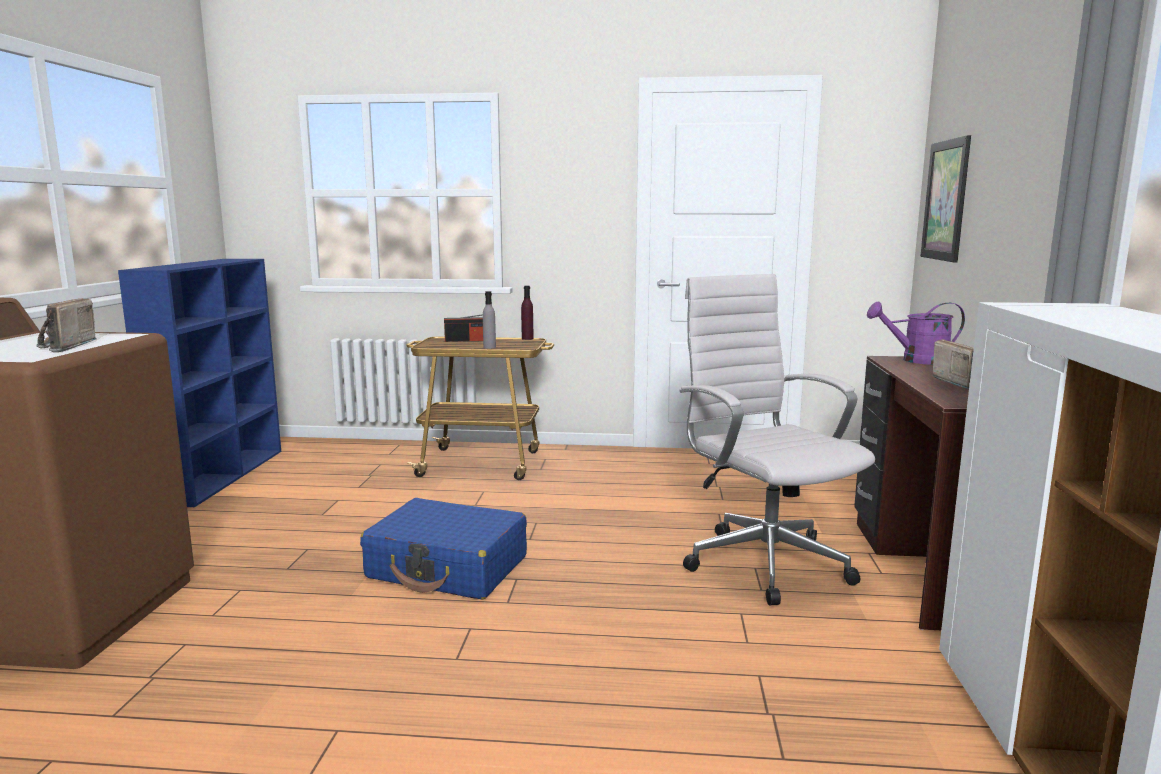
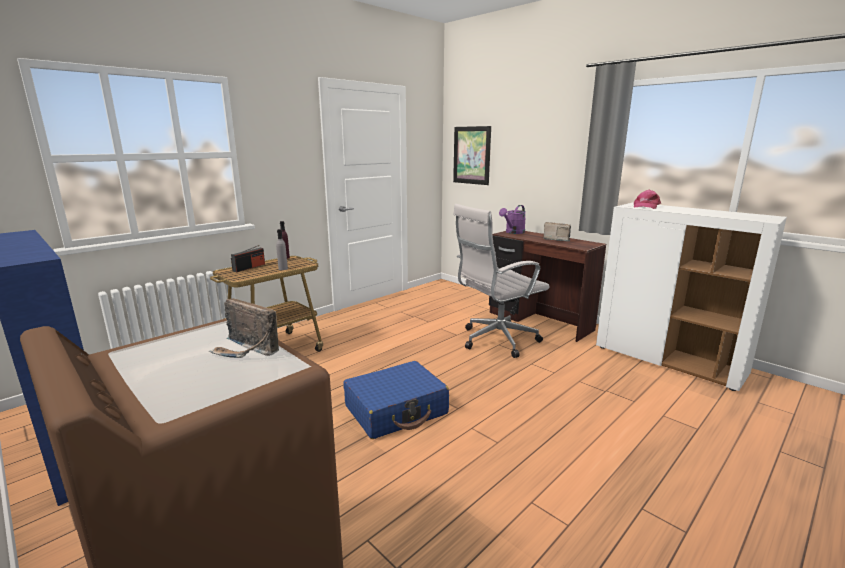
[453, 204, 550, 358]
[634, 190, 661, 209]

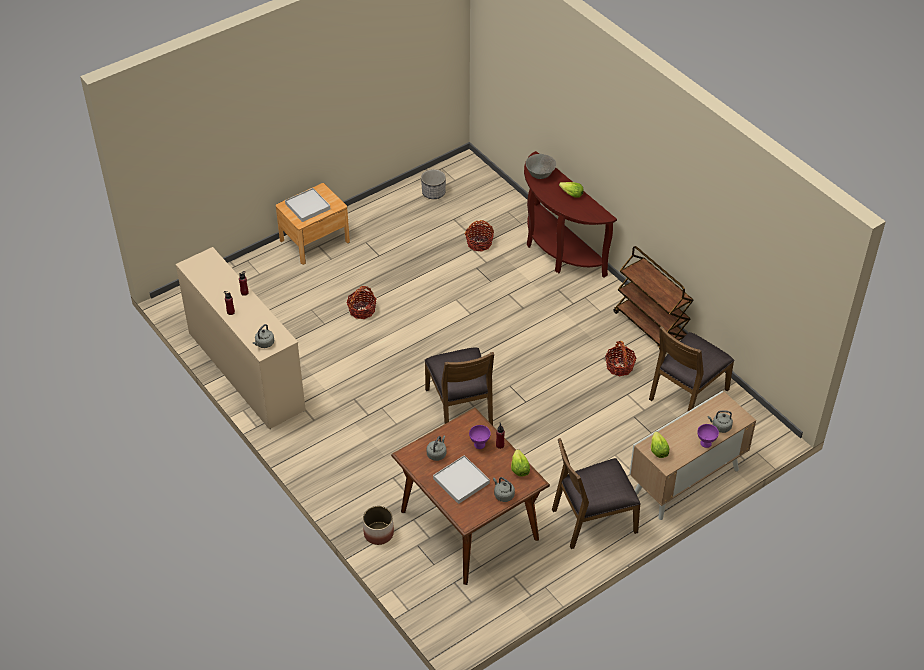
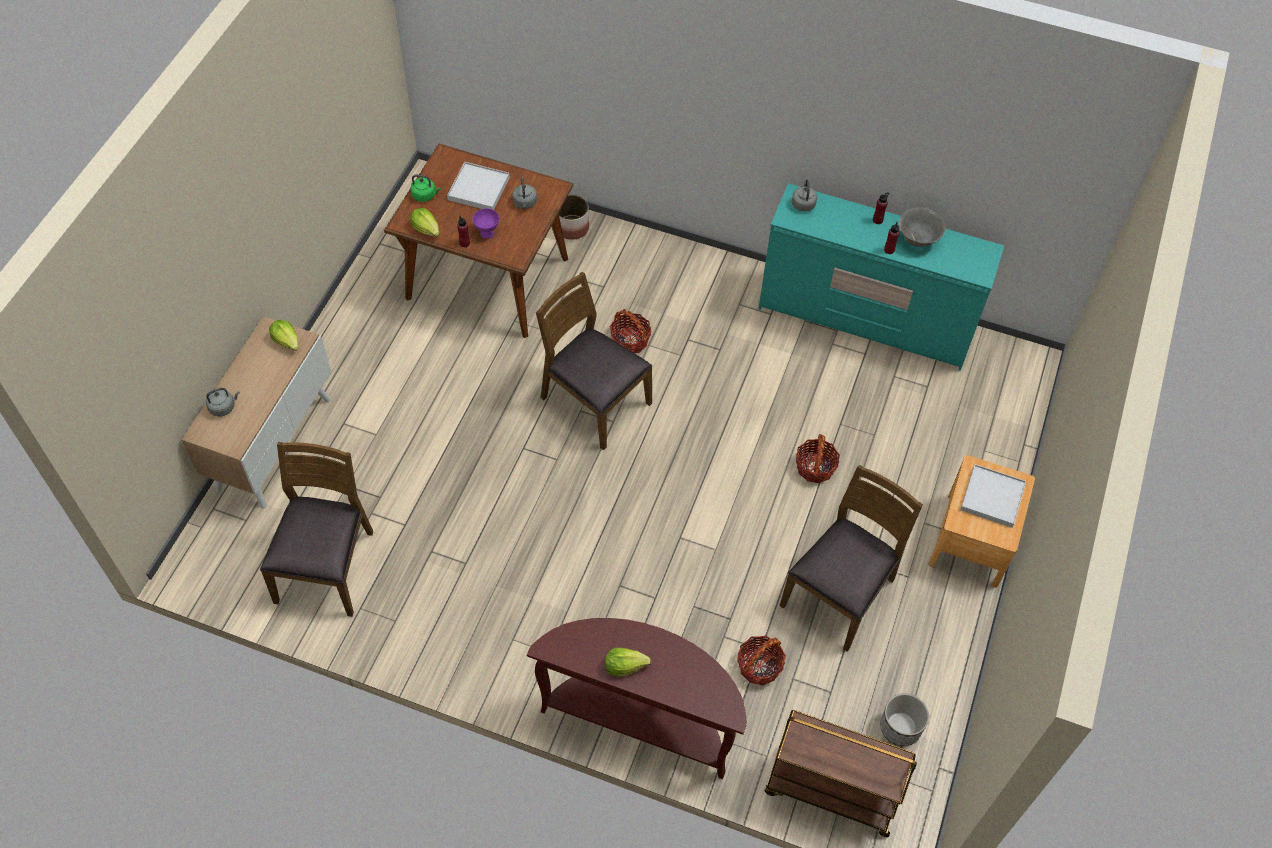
[899, 207, 945, 247]
[765, 710, 917, 837]
[758, 184, 1004, 371]
[610, 309, 652, 353]
[697, 424, 719, 448] (first image)
[780, 465, 923, 652]
[410, 175, 441, 202]

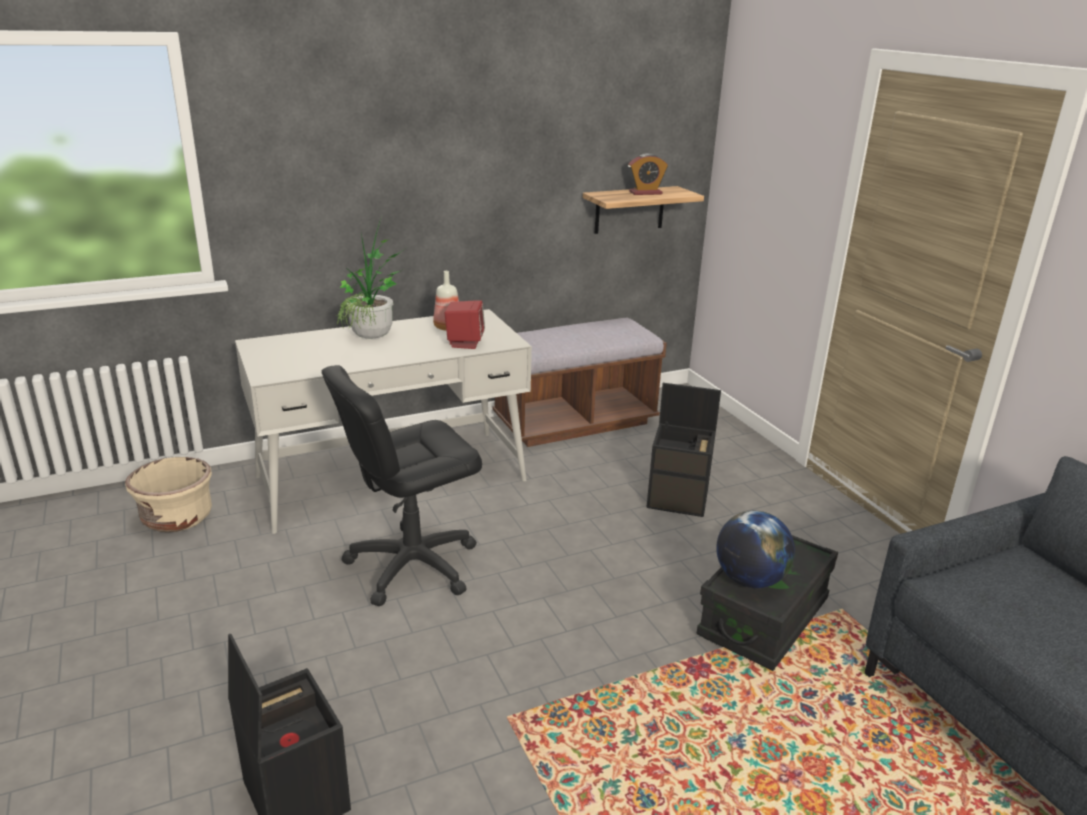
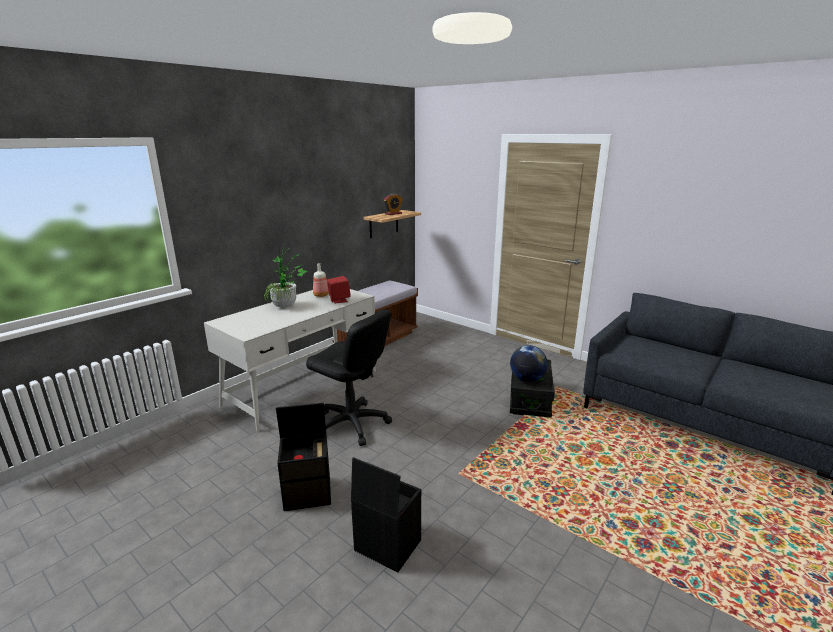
[306, 309, 392, 446]
[276, 403, 331, 511]
[125, 457, 212, 532] (first image)

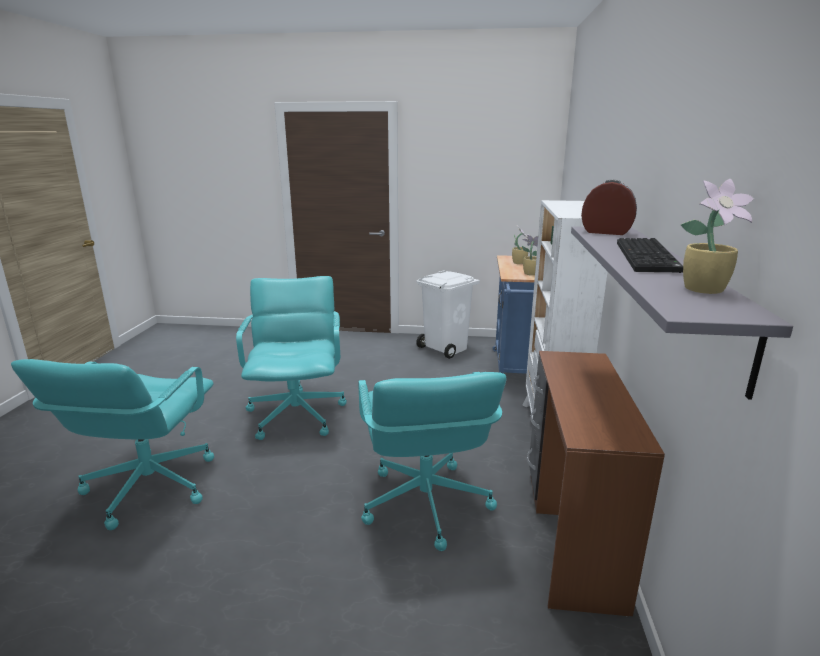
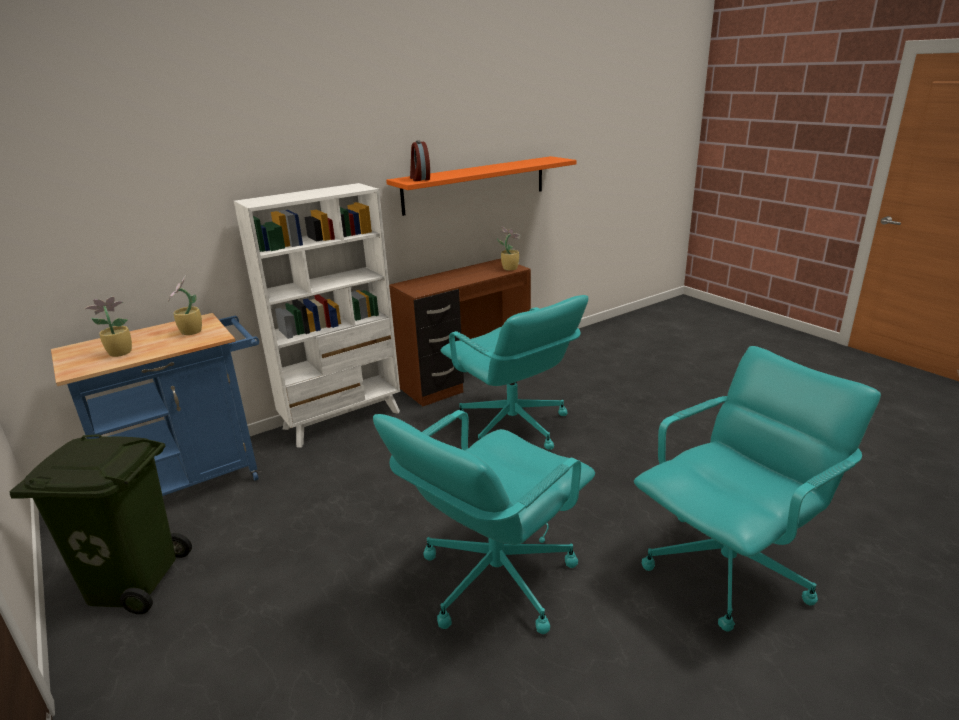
[497, 227, 520, 271]
[386, 156, 577, 216]
[617, 238, 683, 273] (first image)
[9, 434, 192, 614]
[441, 295, 588, 450]

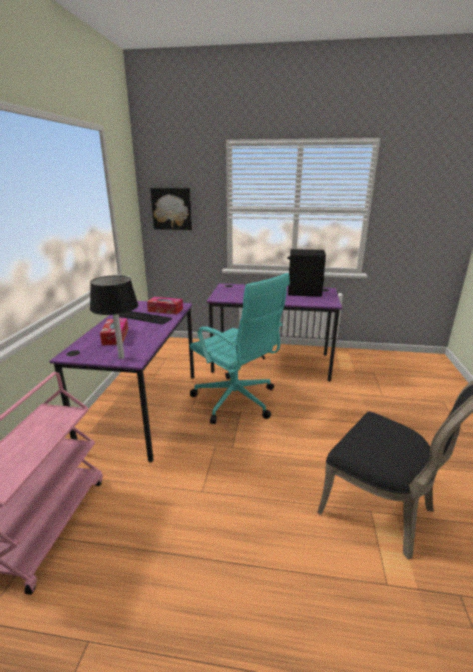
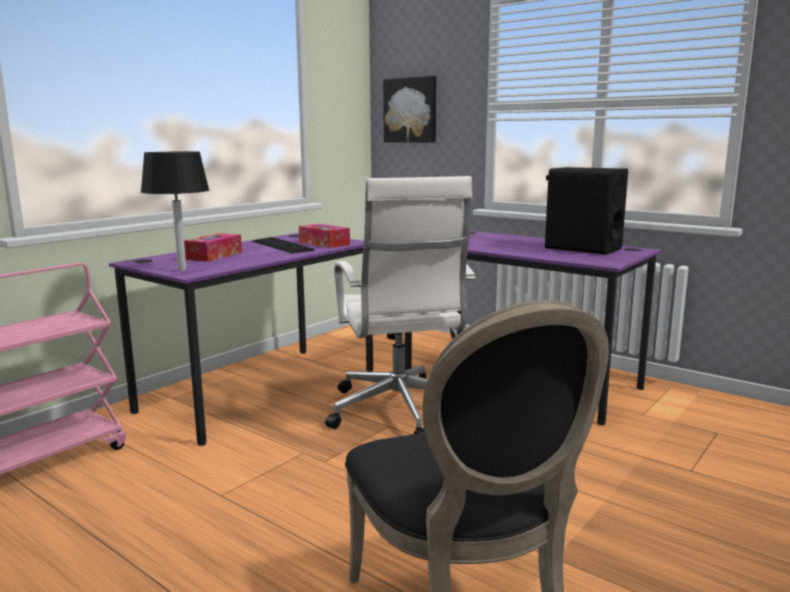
[325, 176, 475, 434]

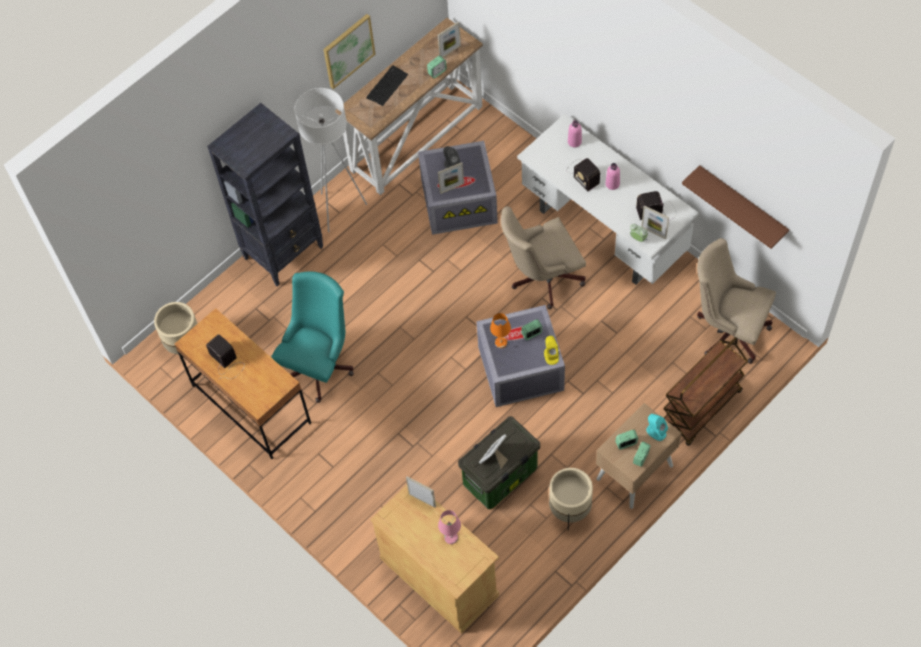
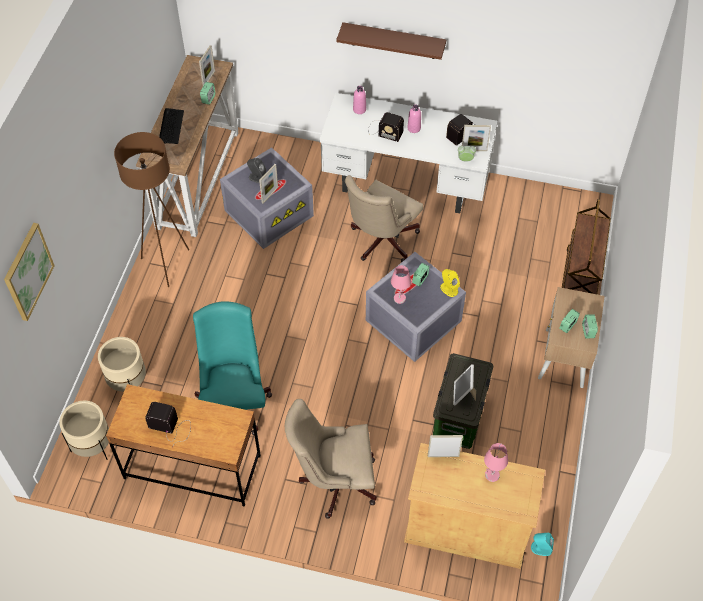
[4, 223, 55, 321]
[114, 132, 189, 287]
[207, 103, 324, 287] (first image)
[336, 22, 446, 60]
[285, 399, 377, 519]
[391, 265, 411, 304]
[531, 533, 554, 556]
[98, 337, 146, 391]

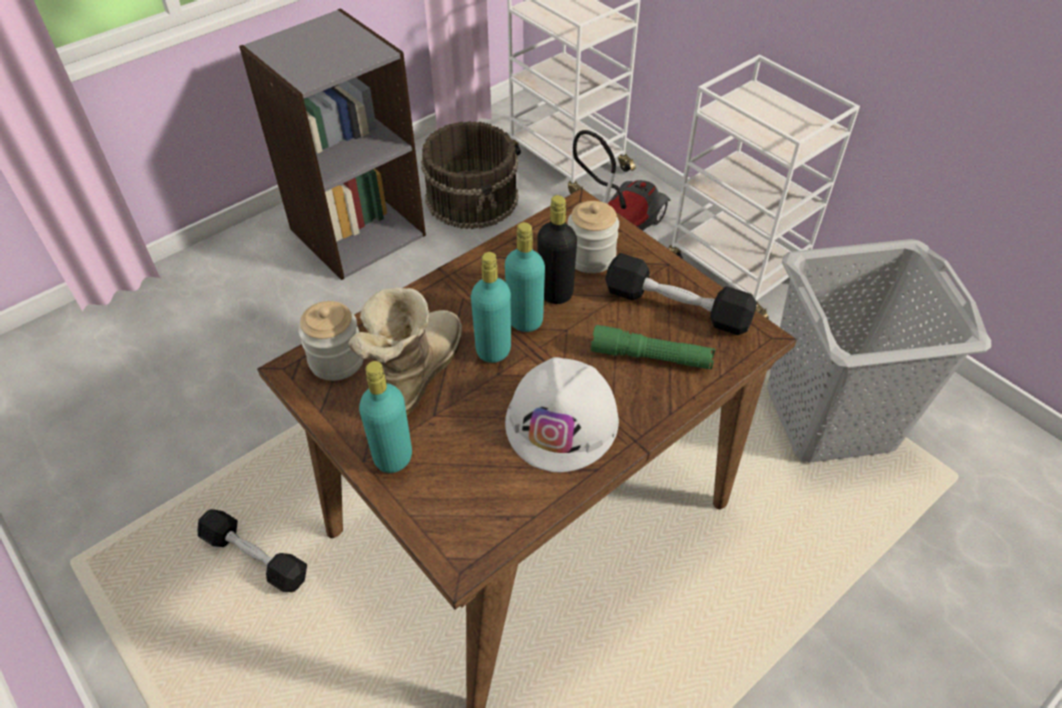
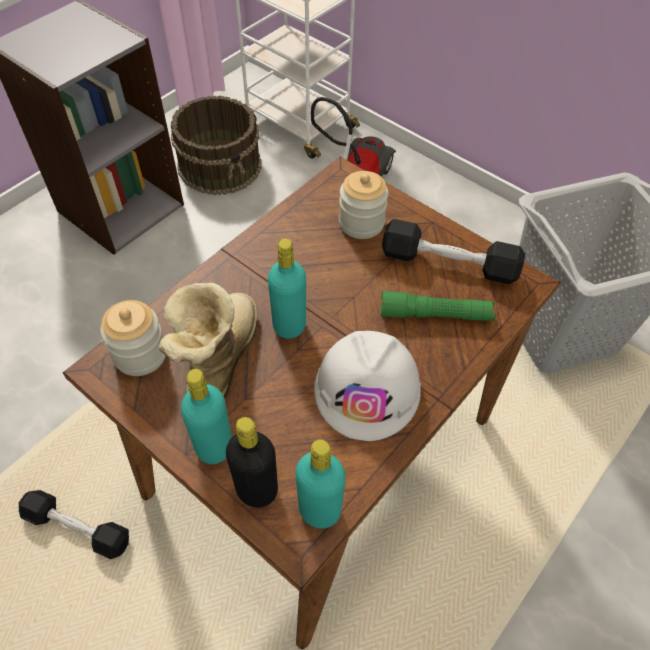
[668, 55, 860, 319] (first image)
[226, 417, 278, 508]
[295, 440, 346, 529]

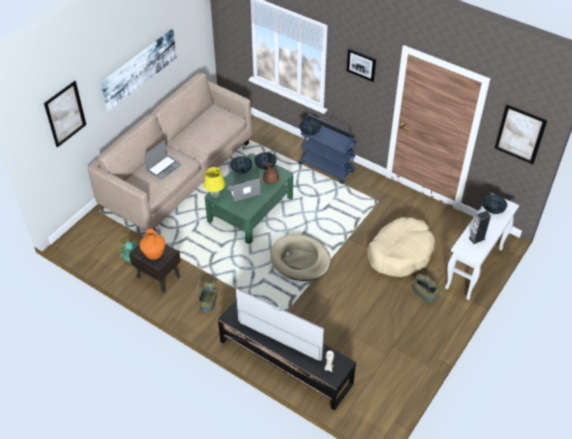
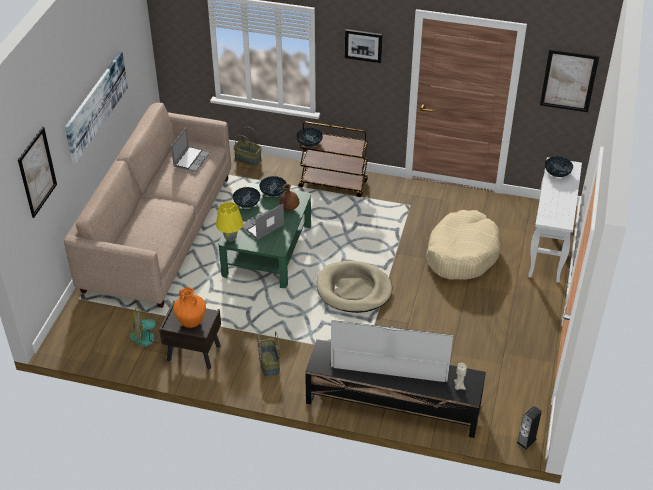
[298, 121, 368, 197]
[171, 127, 210, 172]
[517, 405, 542, 449]
[233, 127, 262, 166]

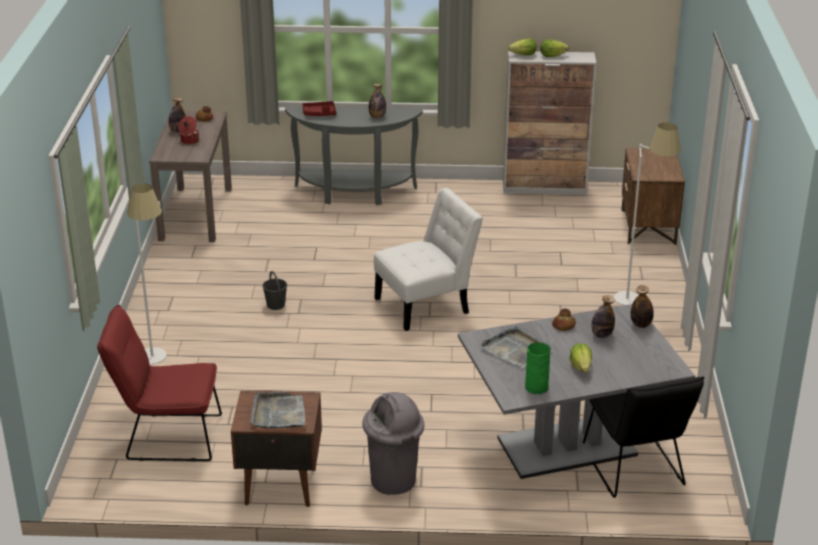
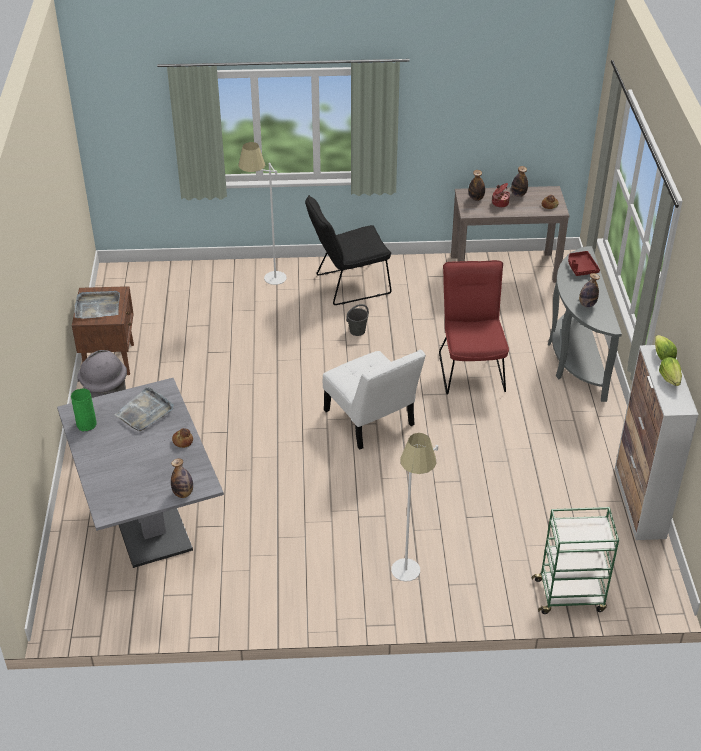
[532, 507, 619, 614]
[468, 170, 485, 201]
[439, 260, 509, 395]
[569, 343, 592, 373] (first image)
[305, 195, 392, 305]

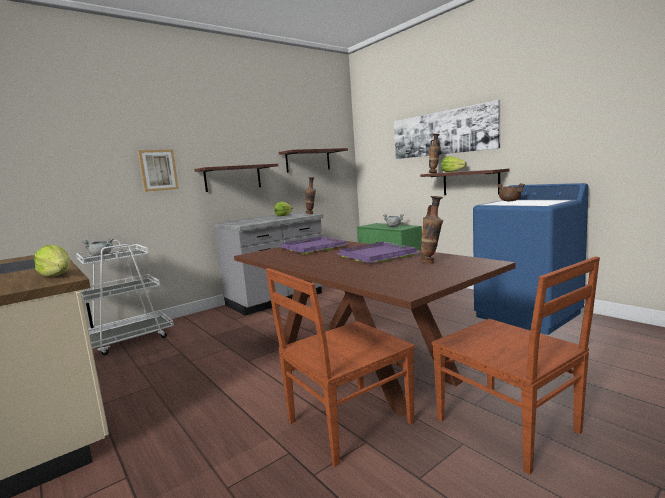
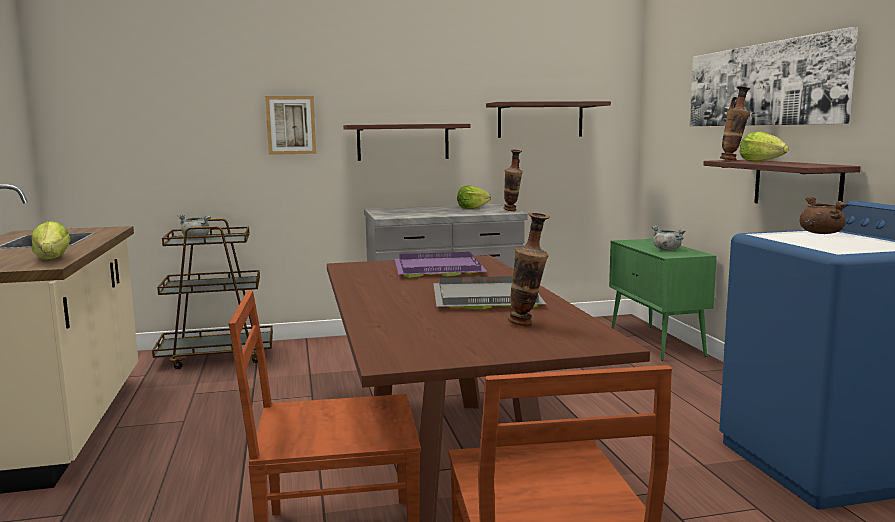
[152, 218, 273, 369]
[433, 276, 546, 309]

